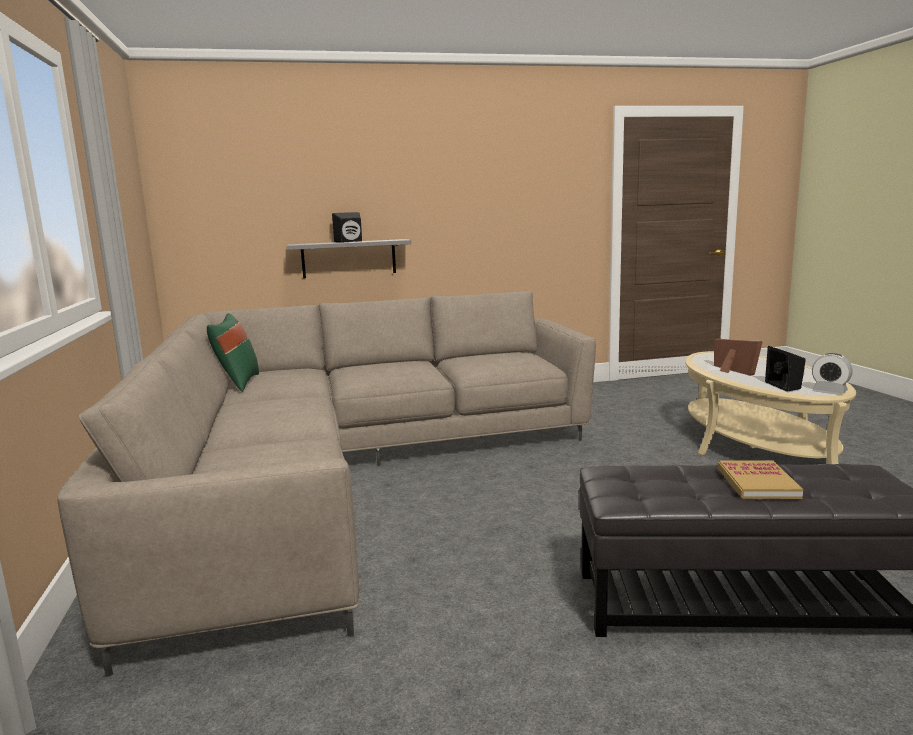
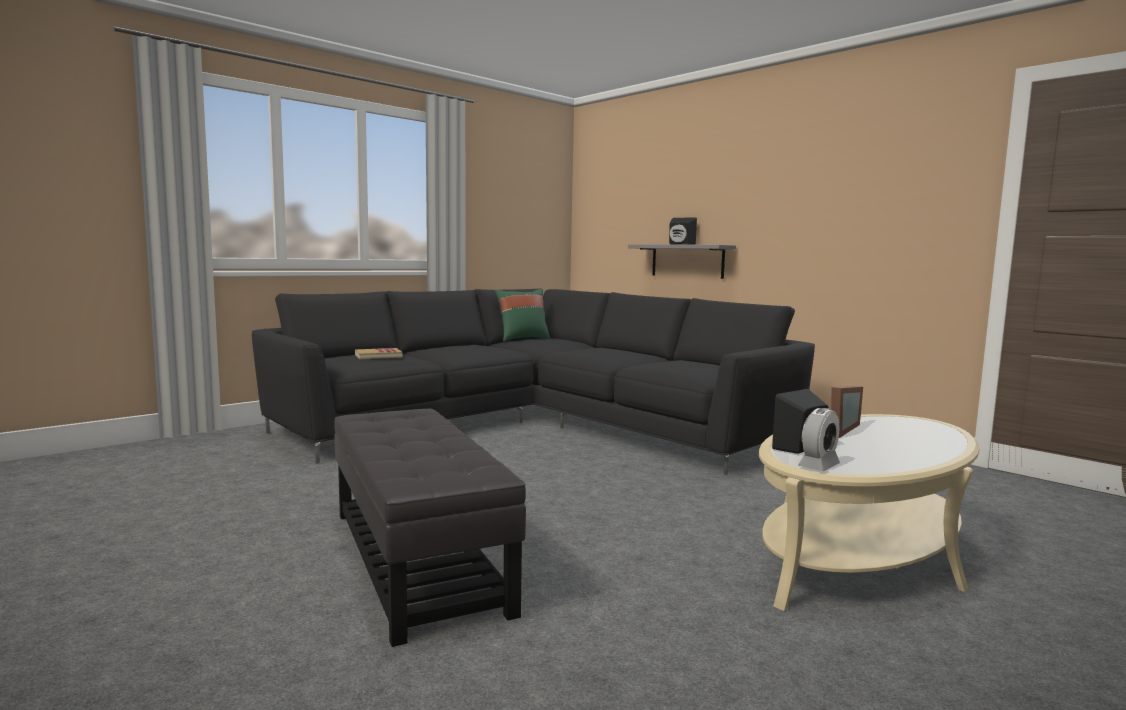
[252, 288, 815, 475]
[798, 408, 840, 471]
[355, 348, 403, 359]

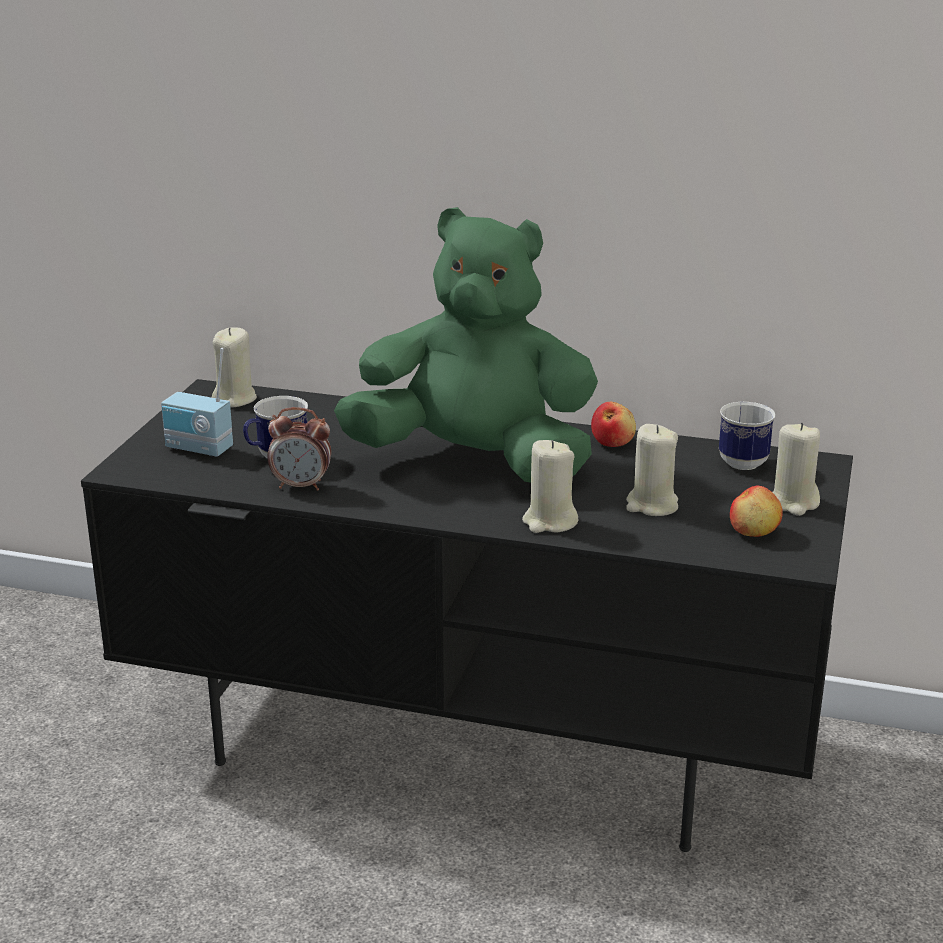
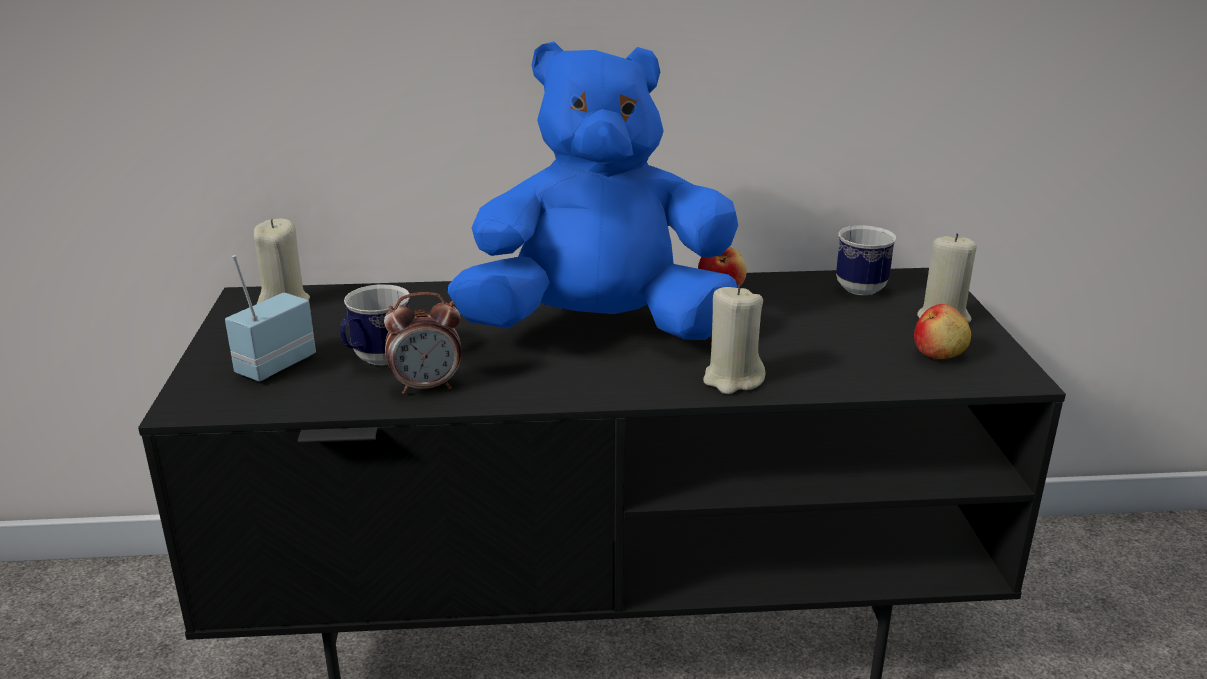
[448, 42, 738, 340]
[225, 255, 316, 382]
[626, 424, 678, 516] (first image)

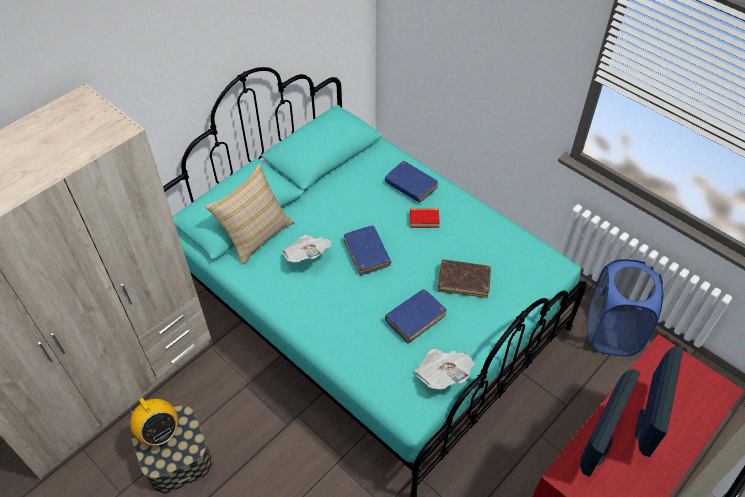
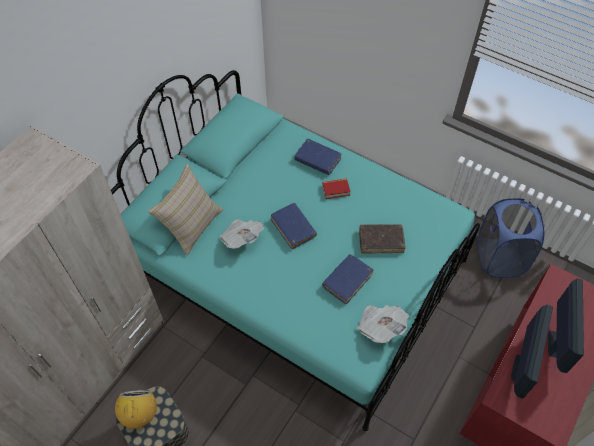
[115, 390, 157, 429]

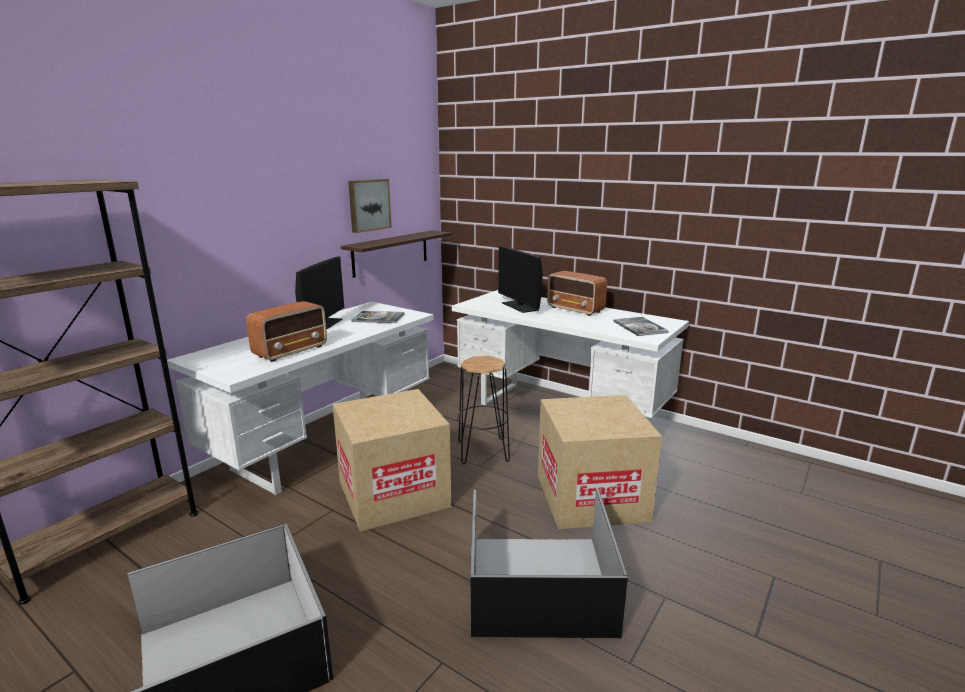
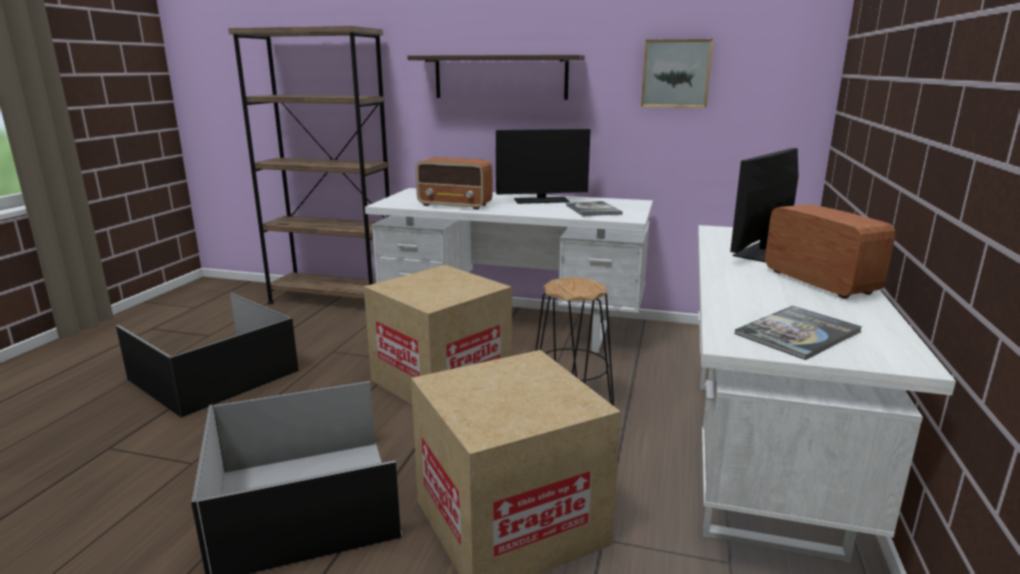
[407, 55, 585, 100]
[765, 204, 895, 299]

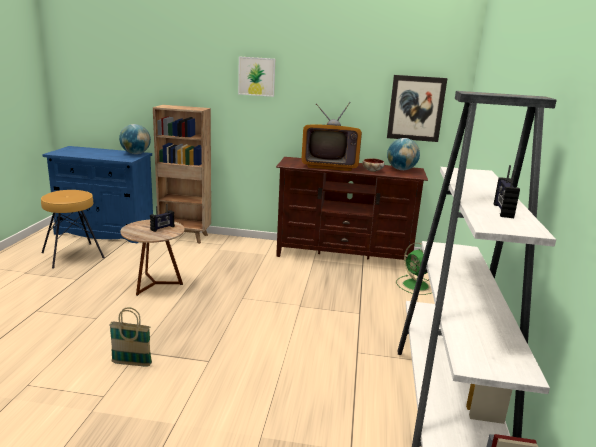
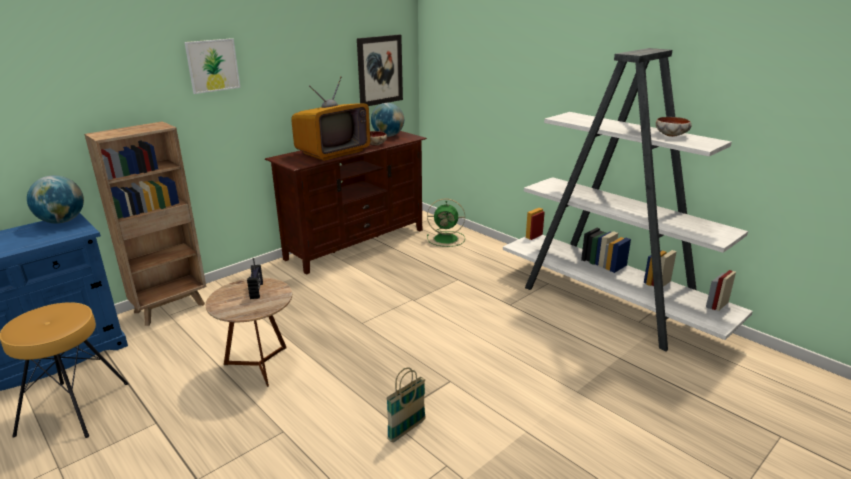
[656, 117, 691, 137]

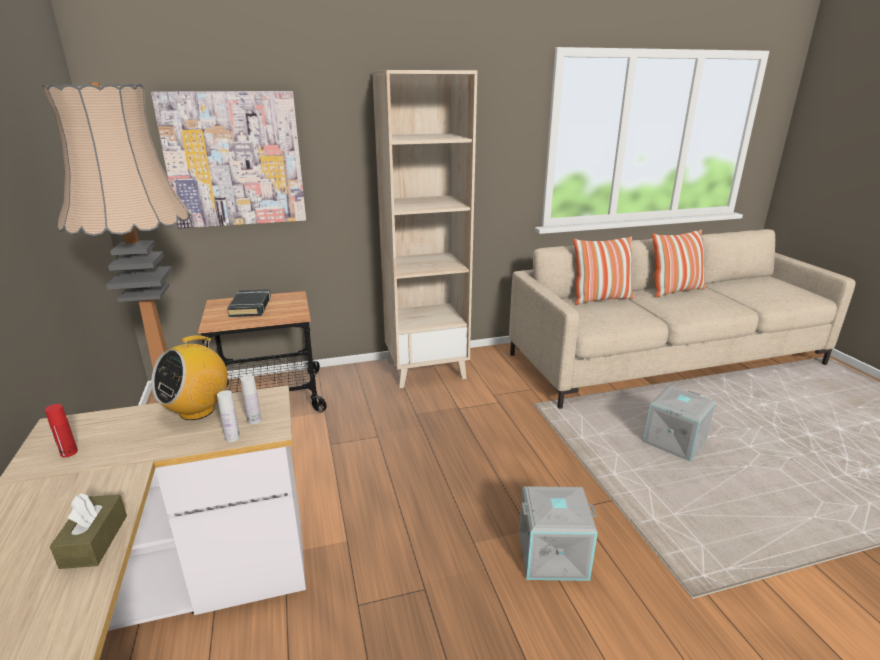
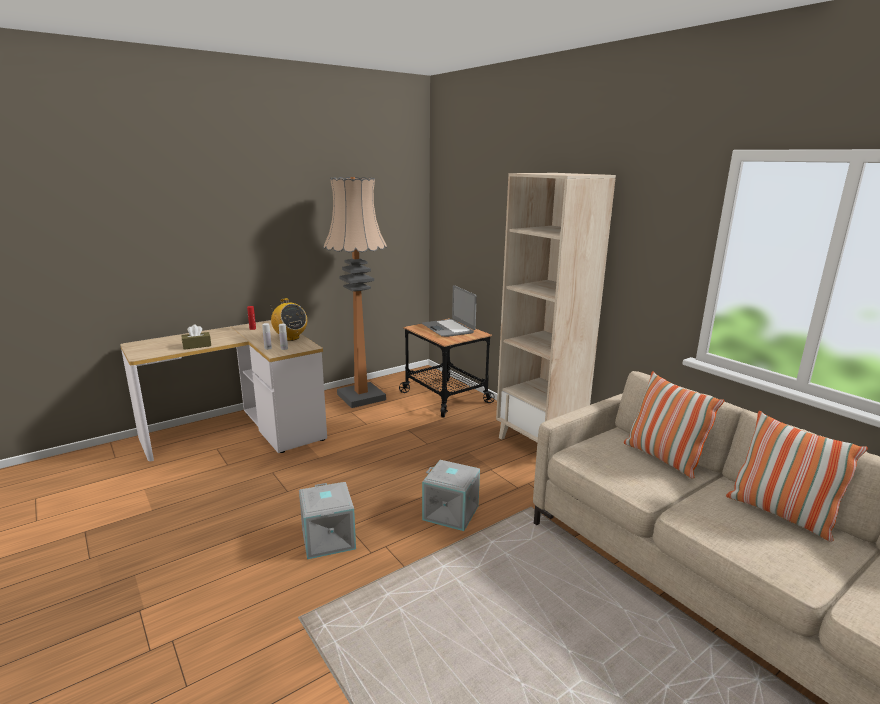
[151, 91, 306, 228] (first image)
[422, 285, 477, 337]
[270, 298, 307, 341]
[422, 460, 480, 531]

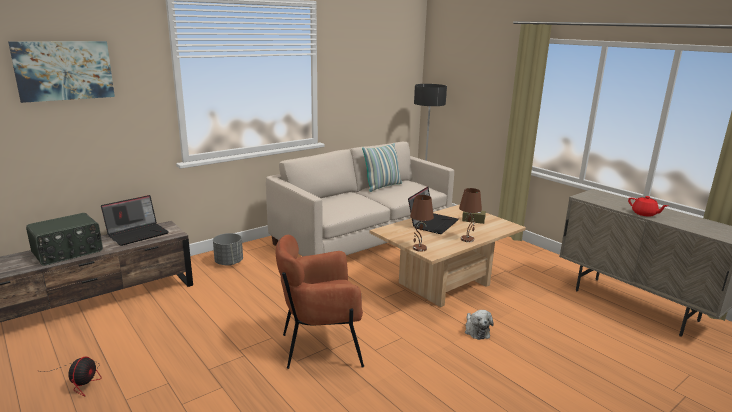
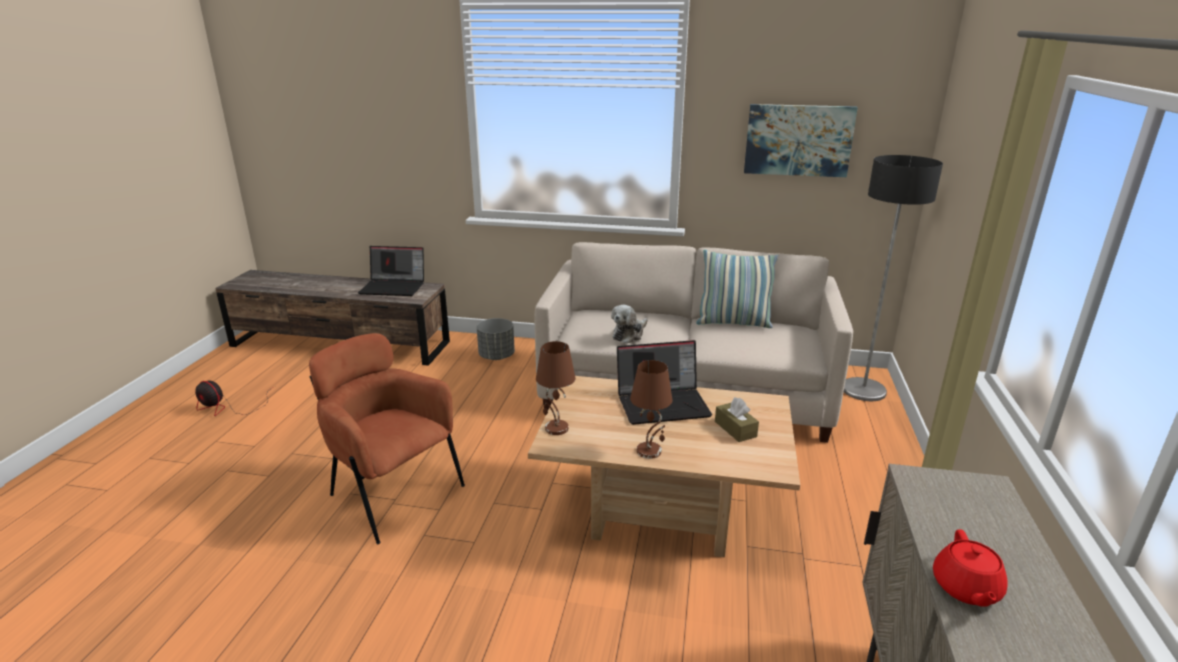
[744, 104, 858, 177]
[26, 213, 103, 266] (first image)
[611, 305, 648, 344]
[195, 381, 272, 416]

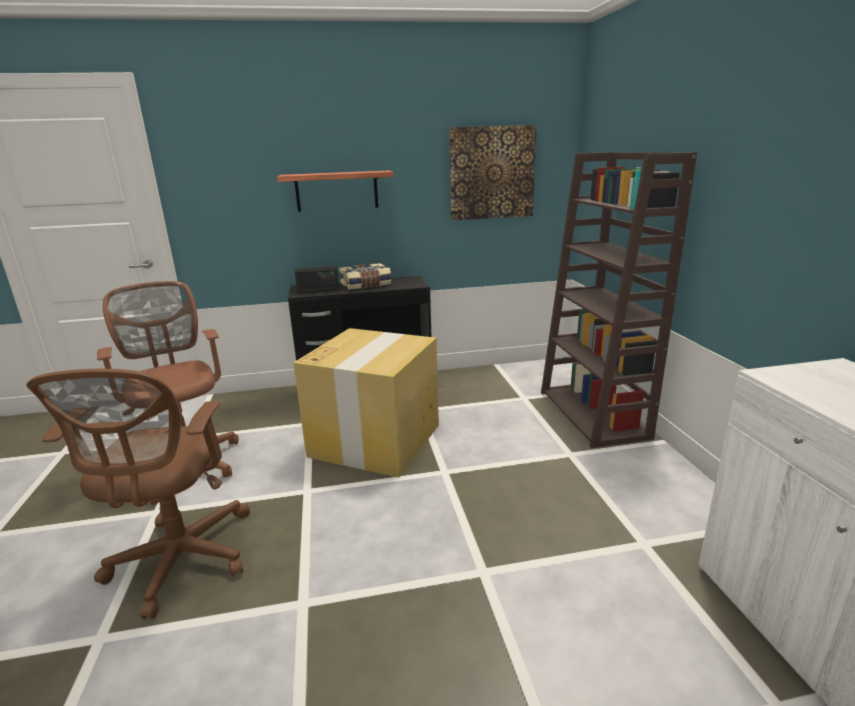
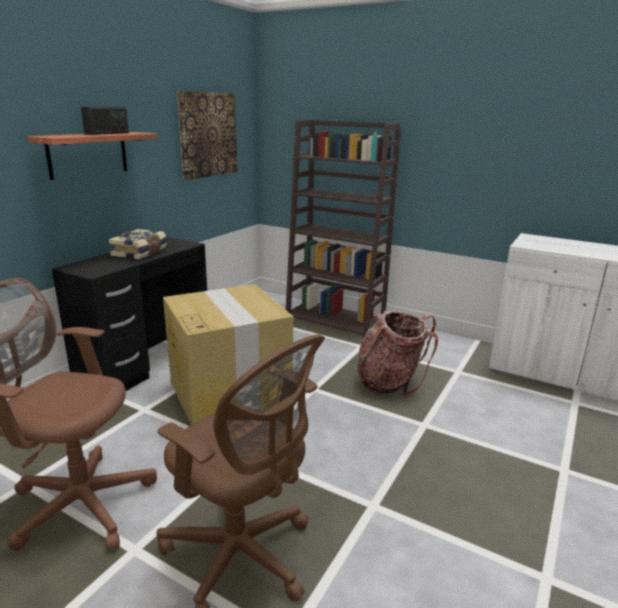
[81, 107, 129, 135]
[357, 311, 438, 396]

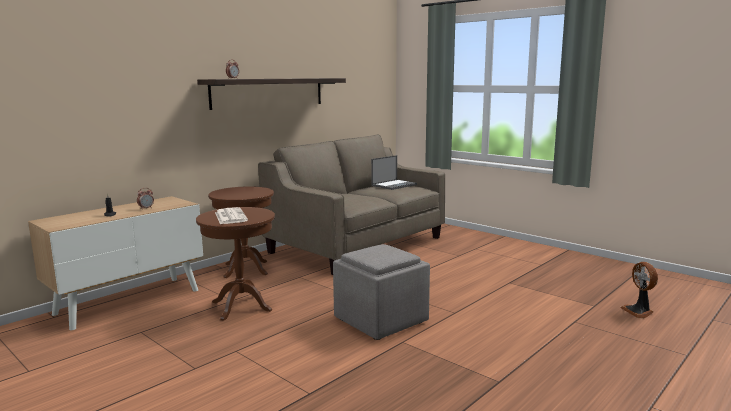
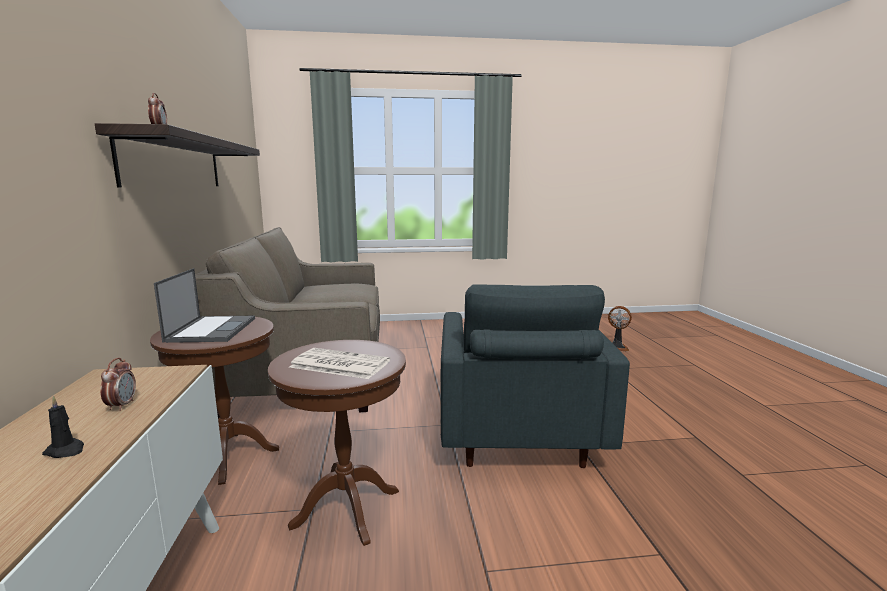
[154, 268, 255, 343]
[440, 285, 630, 468]

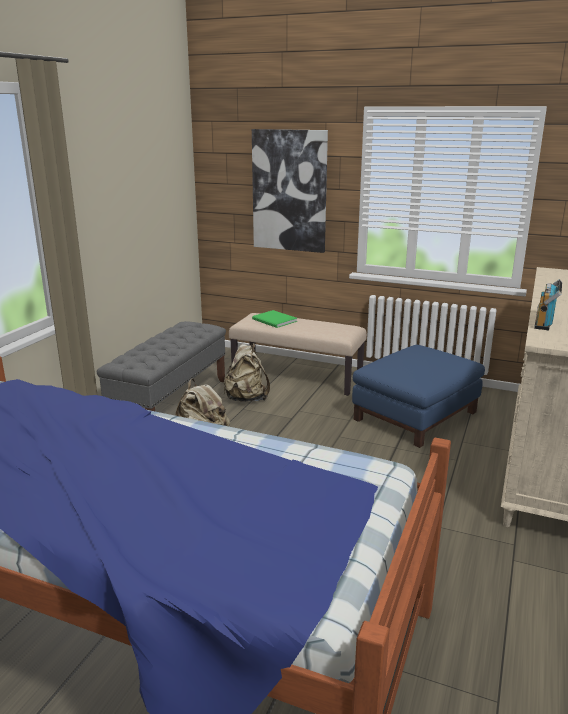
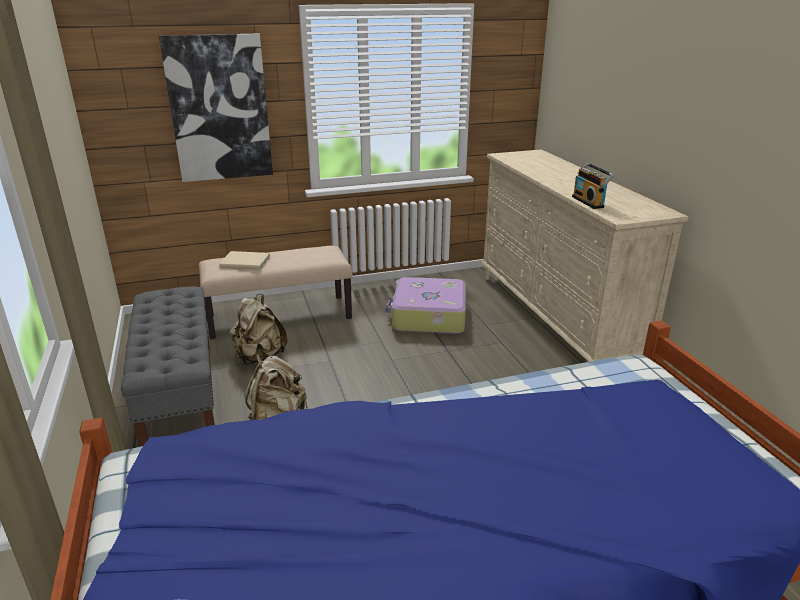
[219, 251, 270, 270]
[386, 277, 466, 334]

